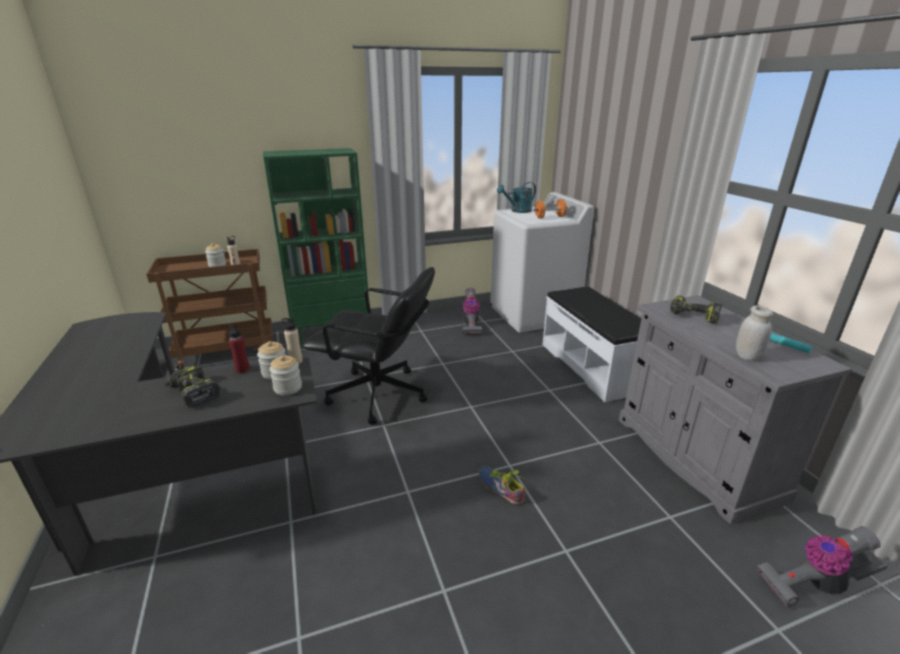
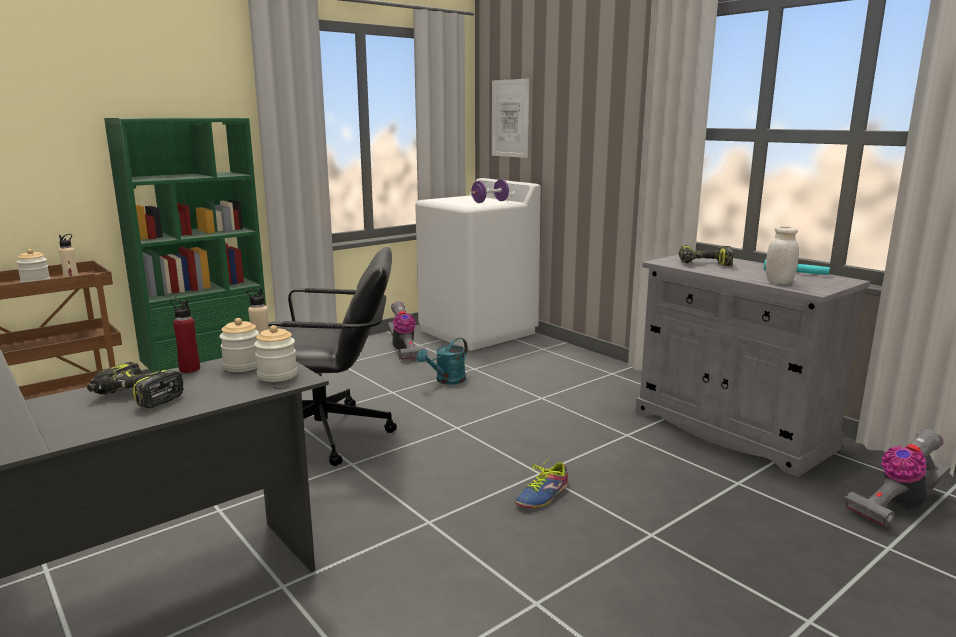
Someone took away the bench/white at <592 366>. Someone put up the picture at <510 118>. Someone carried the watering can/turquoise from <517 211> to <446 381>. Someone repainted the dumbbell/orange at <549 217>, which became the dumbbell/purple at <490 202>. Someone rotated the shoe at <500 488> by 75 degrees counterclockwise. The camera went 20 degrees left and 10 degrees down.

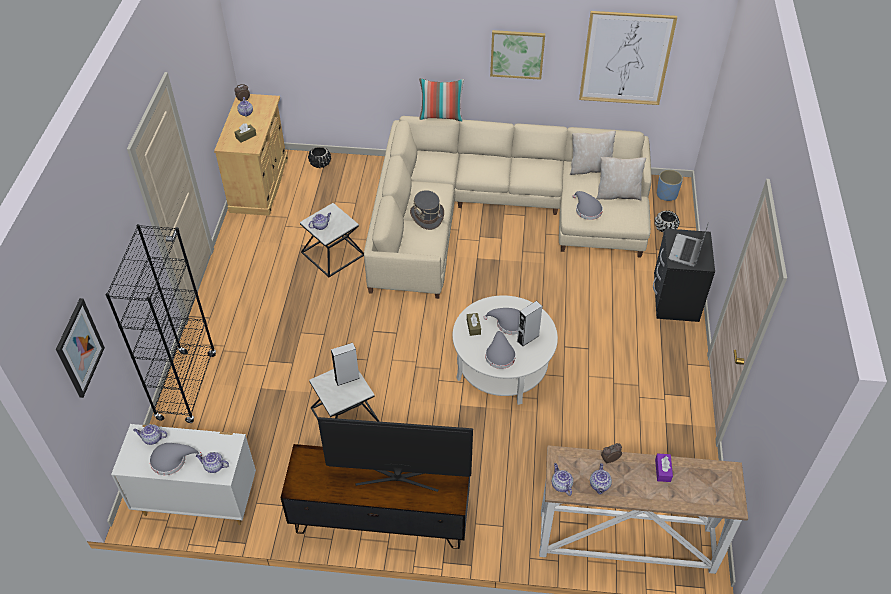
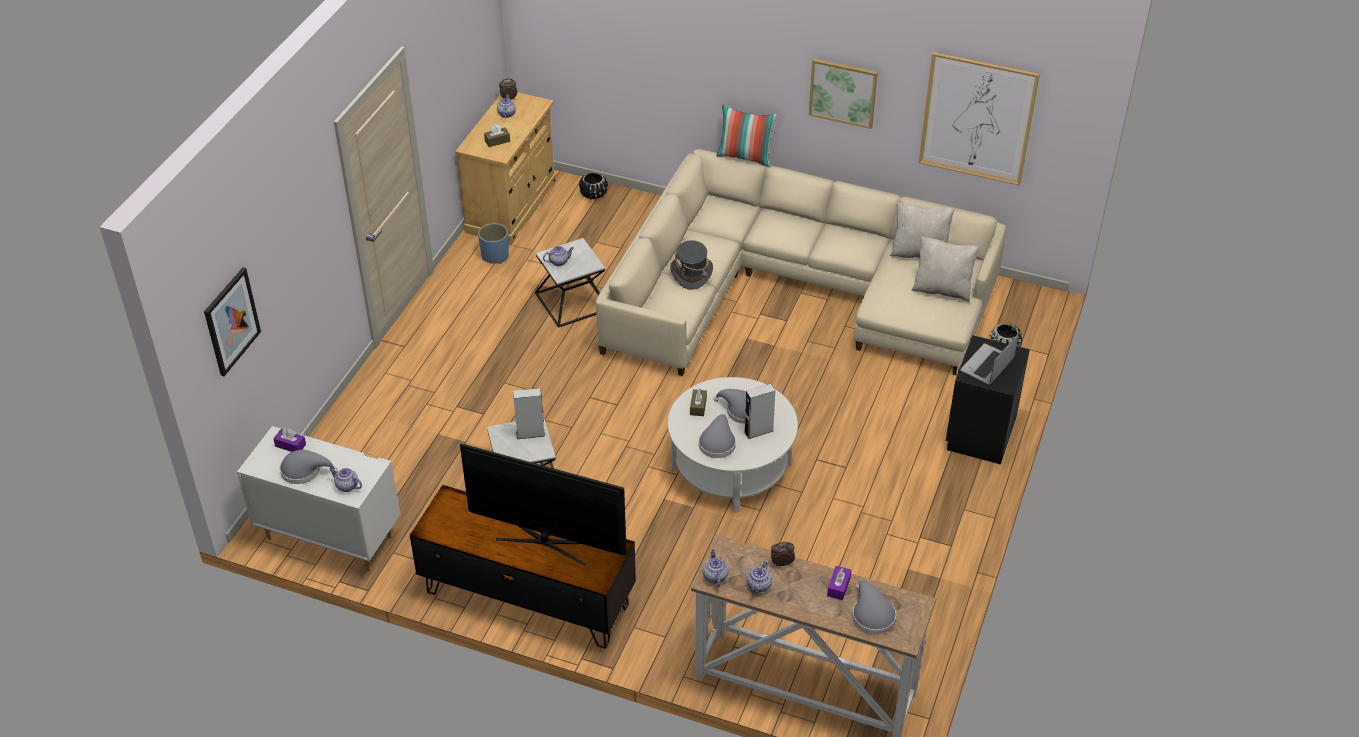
Someone took away the bookcase/black at <187 387>. Someone carried the hat/grey from <587 210> to <871 614>. Someone carried the planter/blue from <666 194> to <495 256>. Someone swapped the teapot at <152 438> for the tissue box/purple at <290 445>. The camera went 15 degrees right and 5 degrees down.

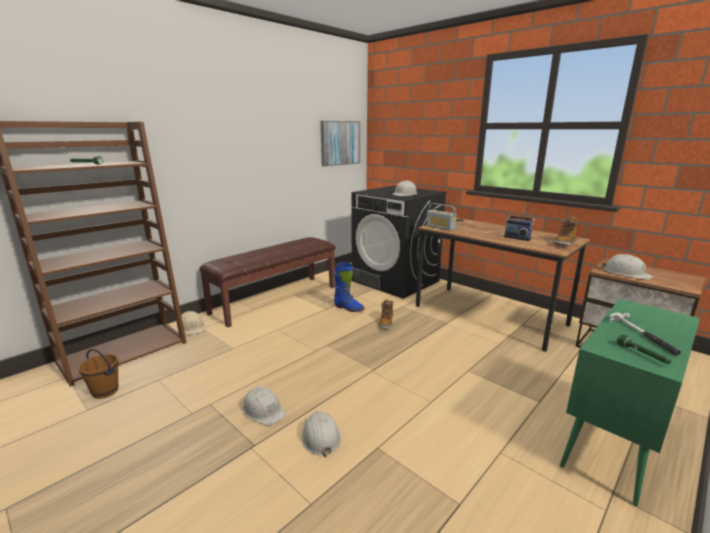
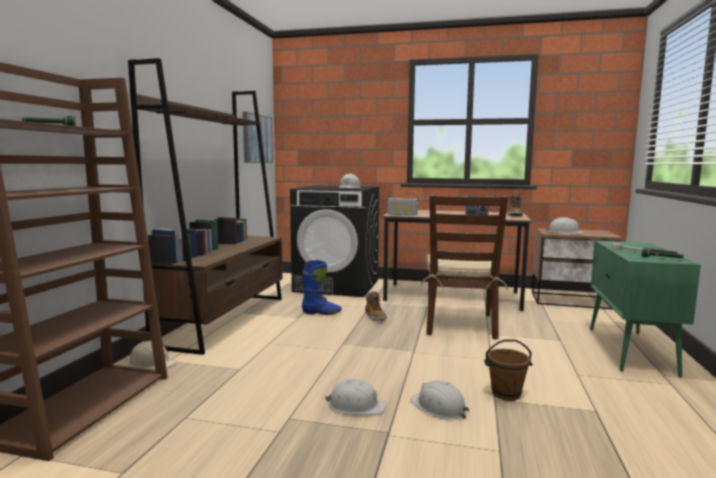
Someone put down the chair/brown at <460 324>. Someone carried the bucket/brown from <105 392> to <506 394>. Someone swapped the bench/brown at <275 299> for the bookcase/brown at <225 319>. The camera went 30 degrees left and 10 degrees down.

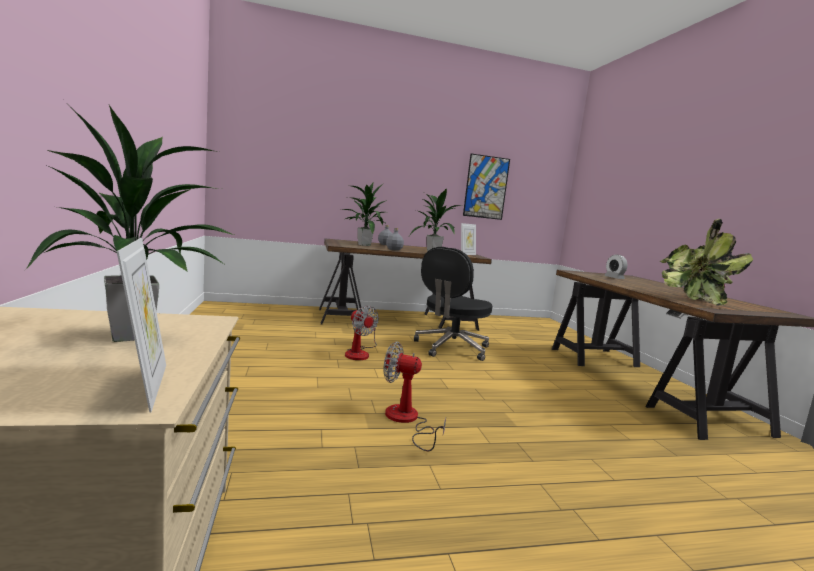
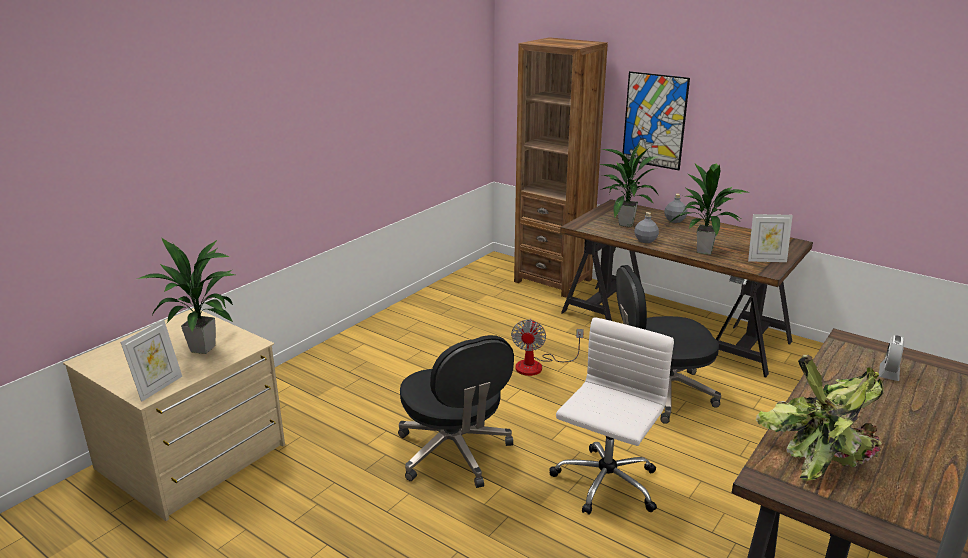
Someone put down the bookcase/brown at <553 280>. Someone put down the office chair/white at <605 484>. Someone carried the picture from <486 187> to <654 120>. Someone swapped the fan at <406 421> for the office chair/black at <454 453>. The camera went 50 degrees right and 15 degrees up.

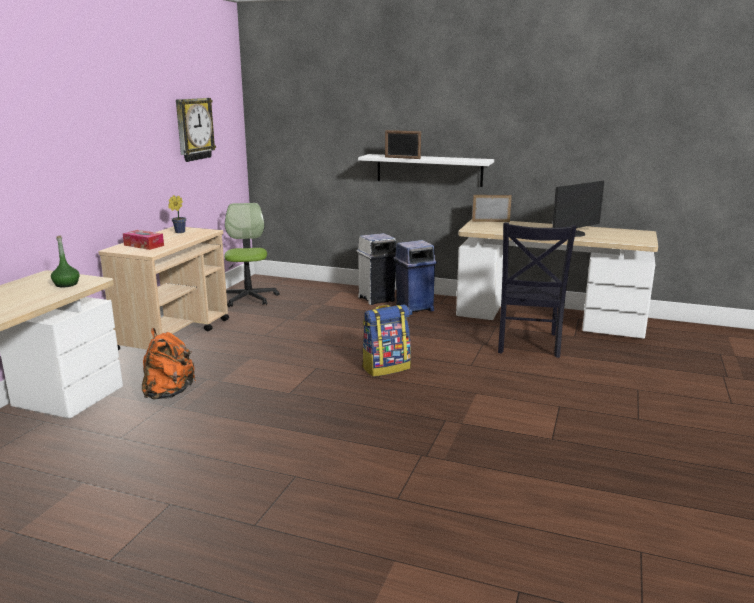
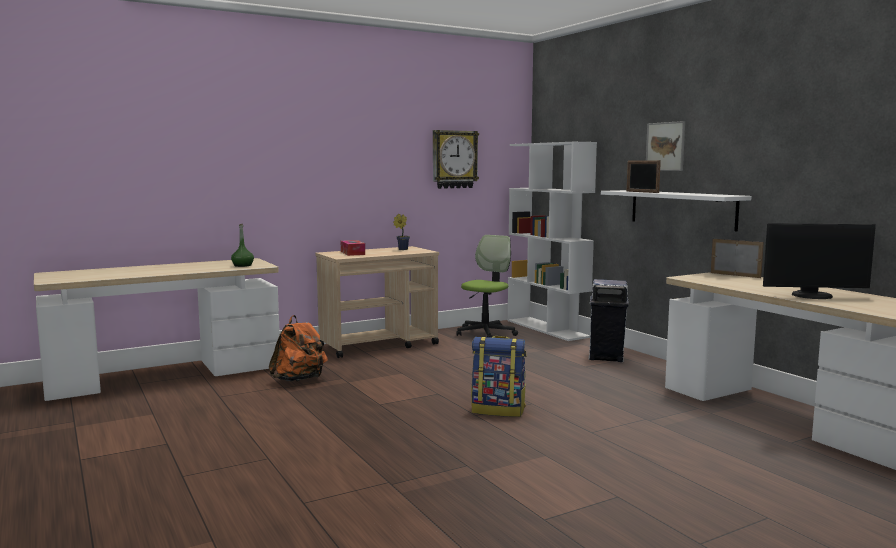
Someone took away the trash can/blue at <414 308>. Someone took away the chair/black at <527 344>. Someone put down the bookcase/white at <547 328>. Someone put up the picture at <665 146>. The camera went 40 degrees right and 10 degrees down.

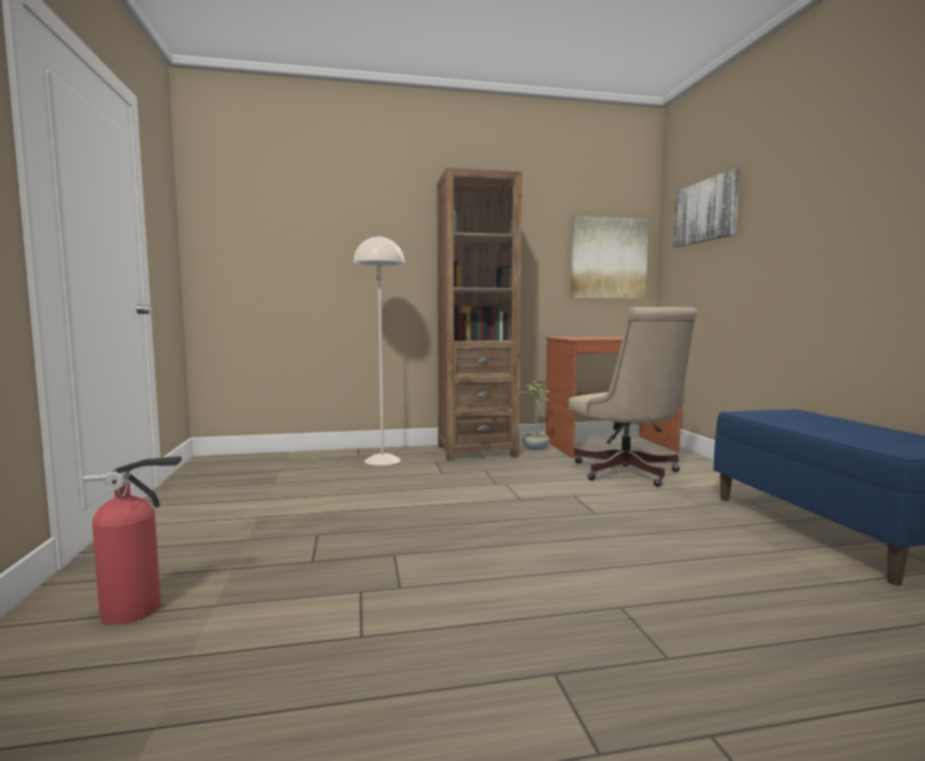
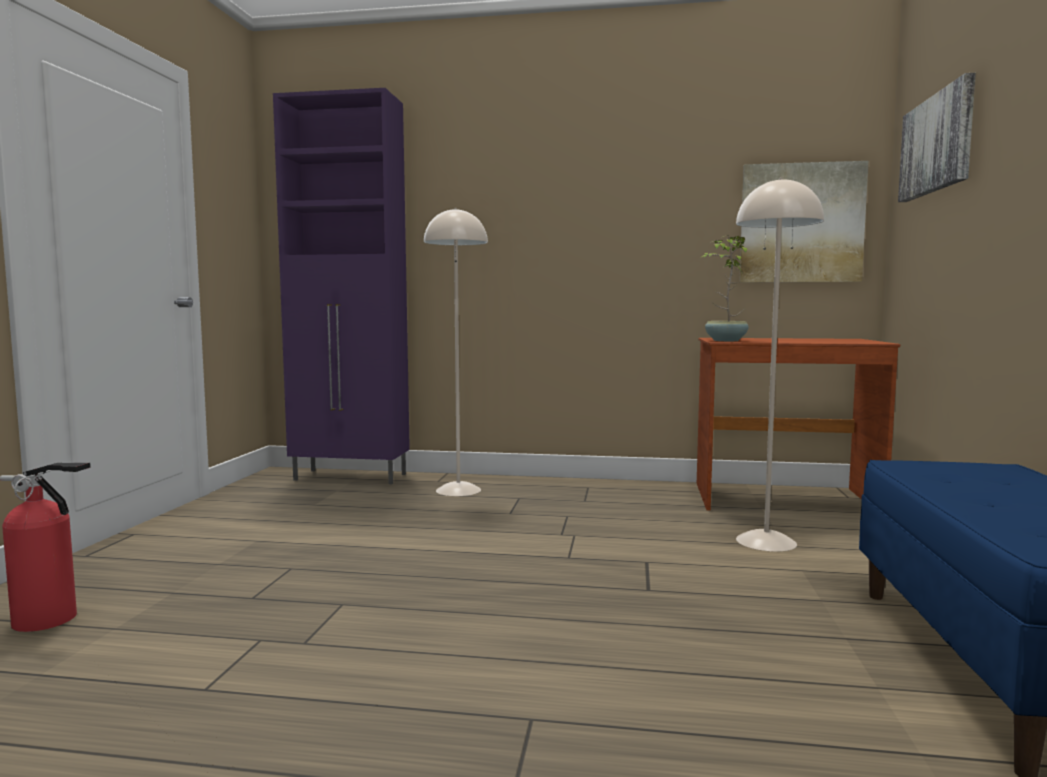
Someone took away the bookcase/brown at <476 451>. Someone put down the cabinet/purple at <351 477>. Someone carried the potted plant from <534 448> to <725 340>. Someone swapped the office chair/beige at <629 474> for the floor lamp/beige at <765 541>. The camera went 20 degrees right and 0 degrees up.

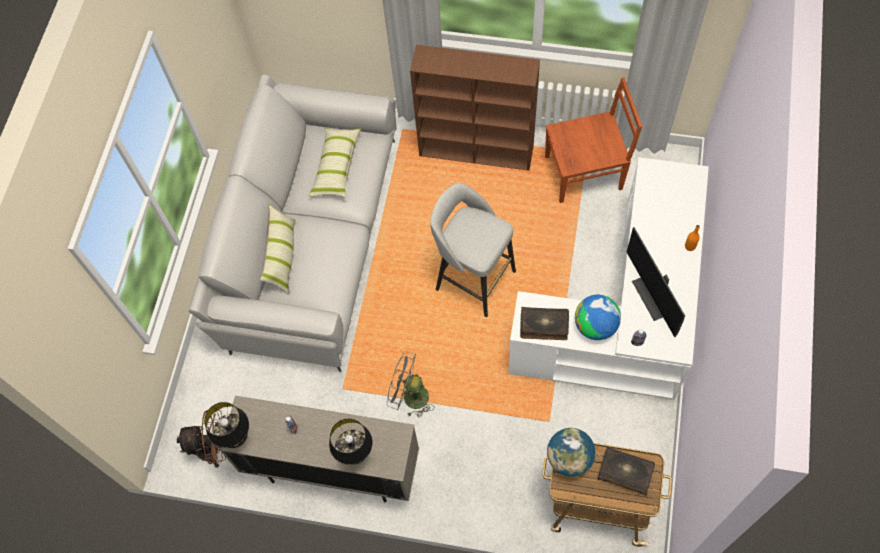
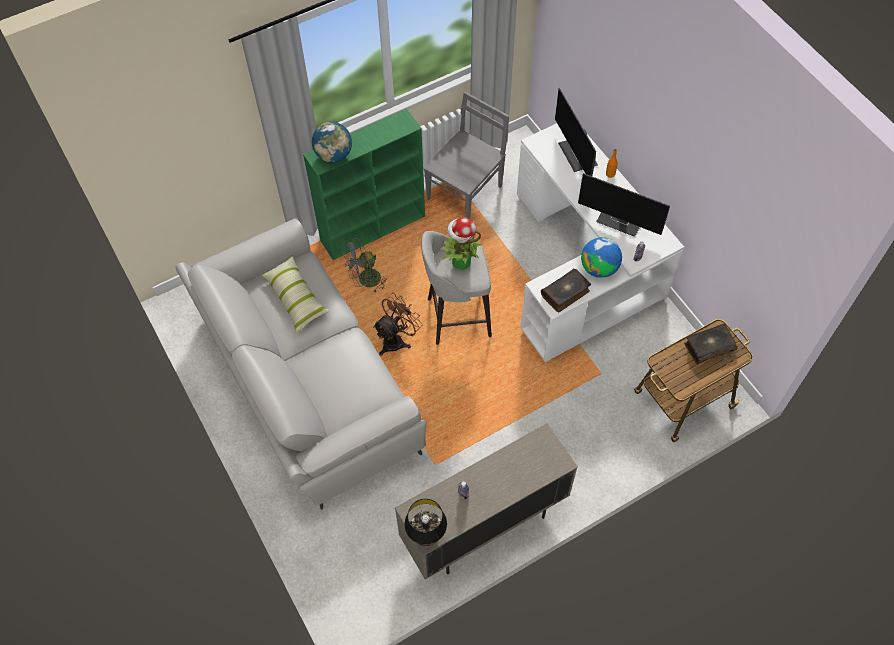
Someone took away the pillow at <282 257>. Someone took away the table lamp/black at <354 454>. Someone put down the potted plant at <460 262>. Someone put down the monitor at <578 155>. Someone carried the fan/brown from <214 450> to <397 340>. Someone carried the fan/grey from <410 396> to <365 281>. Someone carried the globe from <569 458> to <334 155>. Someone repainted the bookcase/brown at <477 151>, which became the bookcase/green at <374 228>. Someone repainted the chair/brown at <585 172>, which became the chair/grey at <466 191>. The camera went 45 degrees left and 5 degrees down.

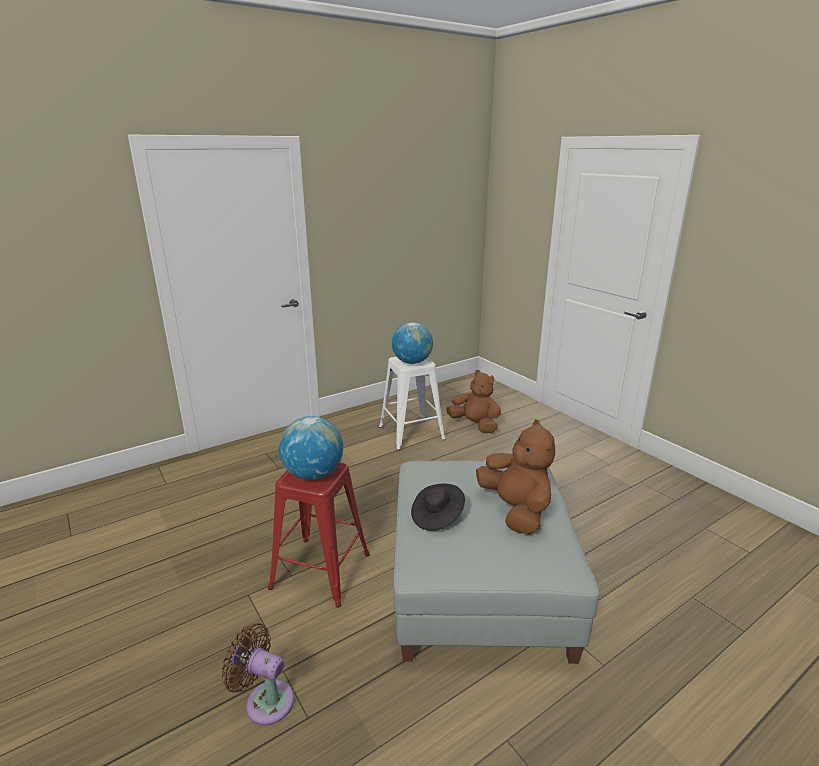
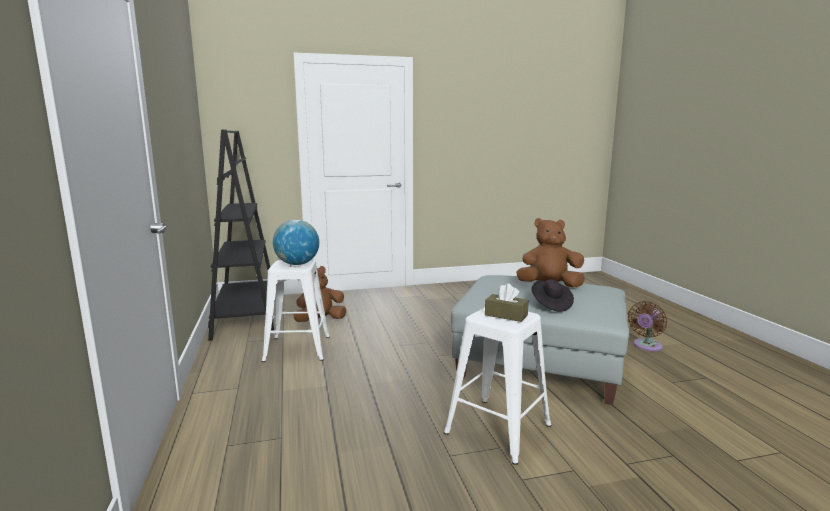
Someone put down the bookcase/black at <247 315>. Someone carried the fan/brown from <265 700> to <646 346>. Someone swapped the globe at <313 474> for the tissue box/brown at <506 315>. Someone repainted the stool/red at <320 569>, which became the stool/white at <496 429>. The camera went 70 degrees left and 10 degrees down.

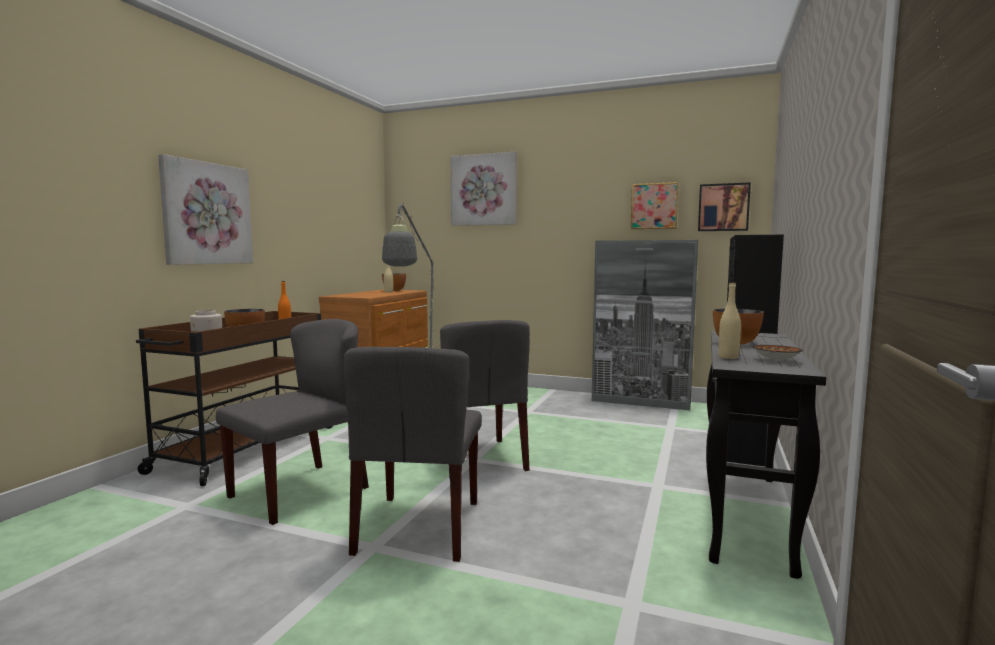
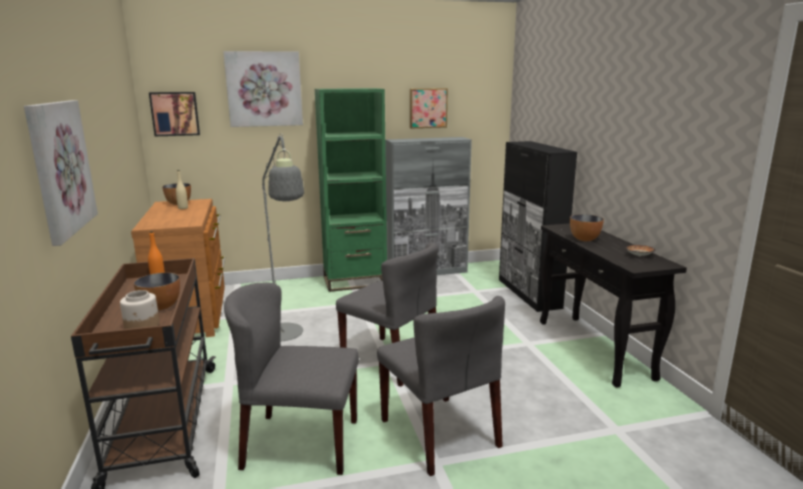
Someone took away the bottle/beige at <728 357>. Someone put down the bookcase/green at <355 281>. Someone carried the picture from <723 207> to <175 113>. Someone rotated the chair/grey at <299 491> by 90 degrees counterclockwise. The camera went 35 degrees left and 10 degrees up.

